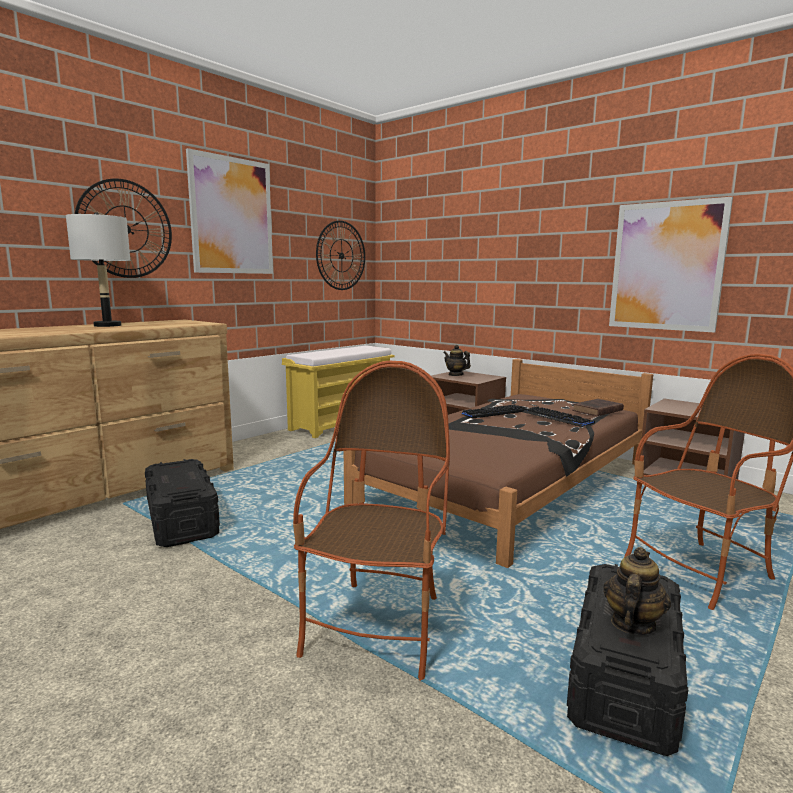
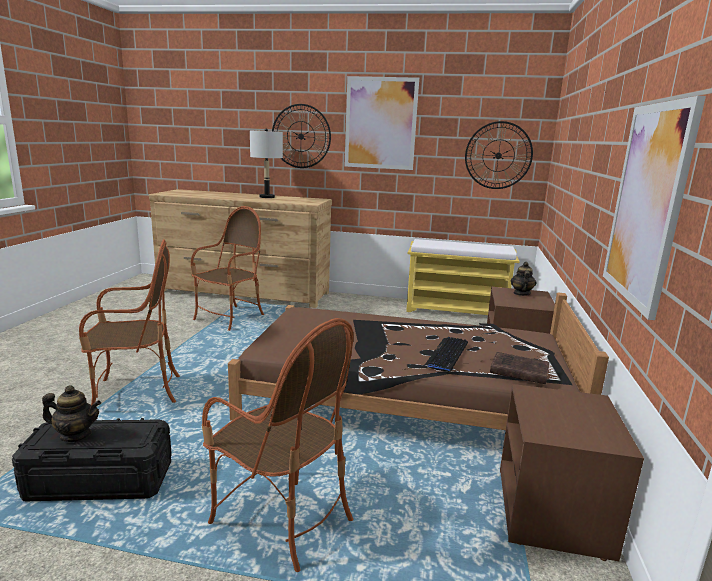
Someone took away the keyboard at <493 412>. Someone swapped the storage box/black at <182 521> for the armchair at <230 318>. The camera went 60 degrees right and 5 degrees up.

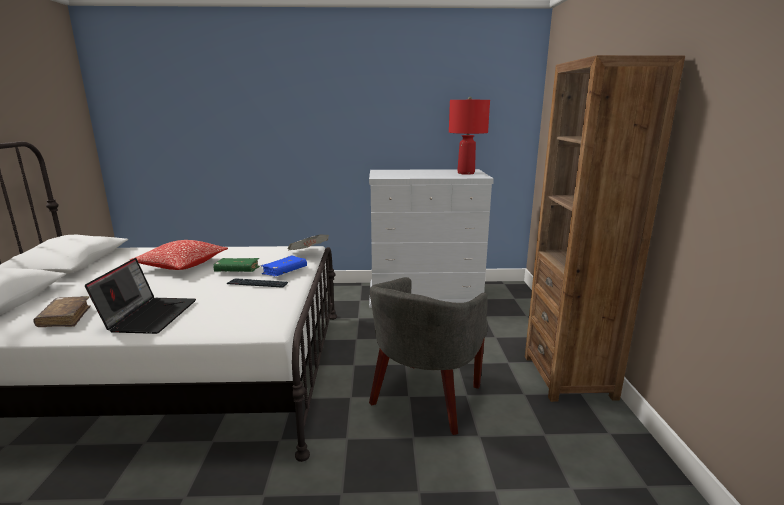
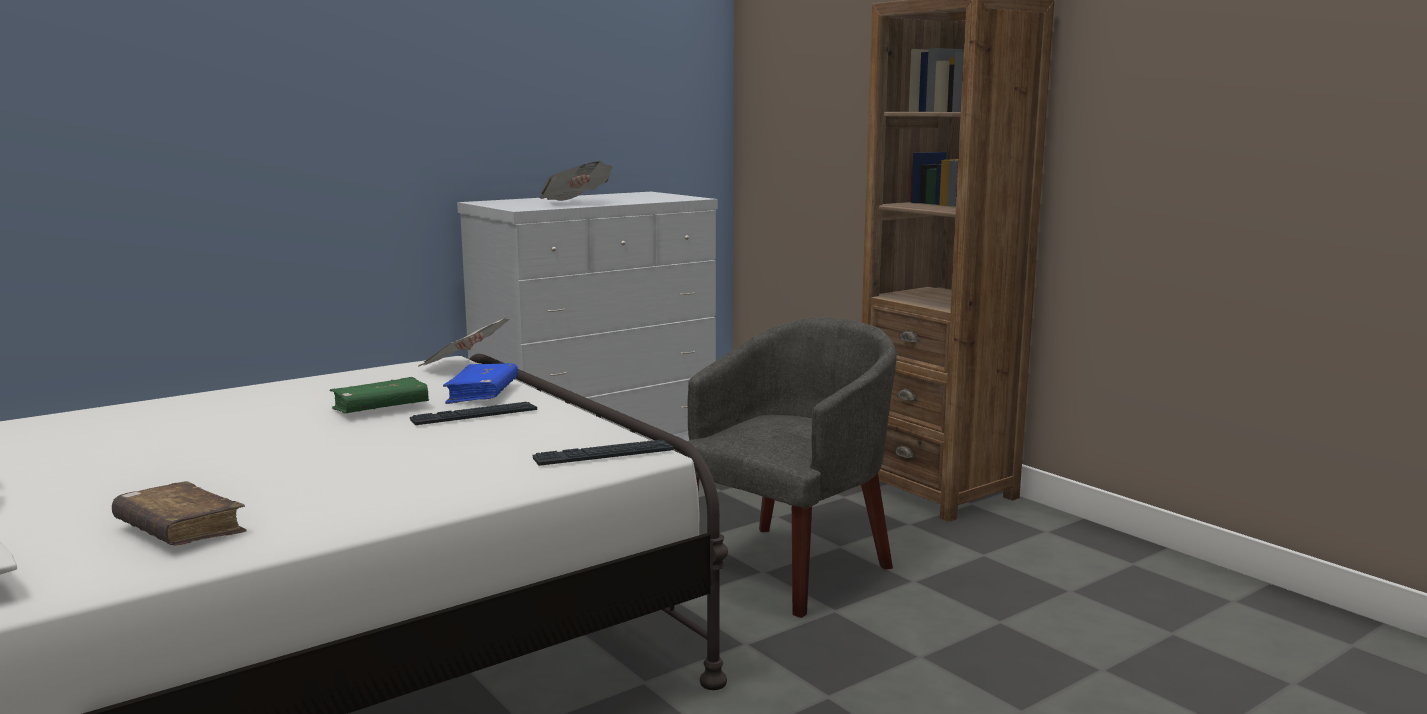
Someone took away the laptop at <149 315>. Someone took away the pillow at <182 265>. Someone took away the table lamp/red at <465 173>. Someone put down the keyboard at <603 455>. Someone put down the newspaper at <576 203>. Someone rotated the armchair/grey at <425 398> by 135 degrees counterclockwise. The camera went 35 degrees left and 5 degrees down.

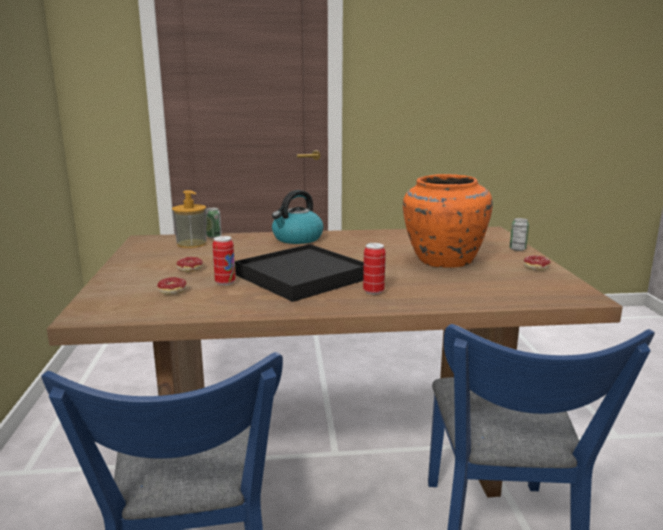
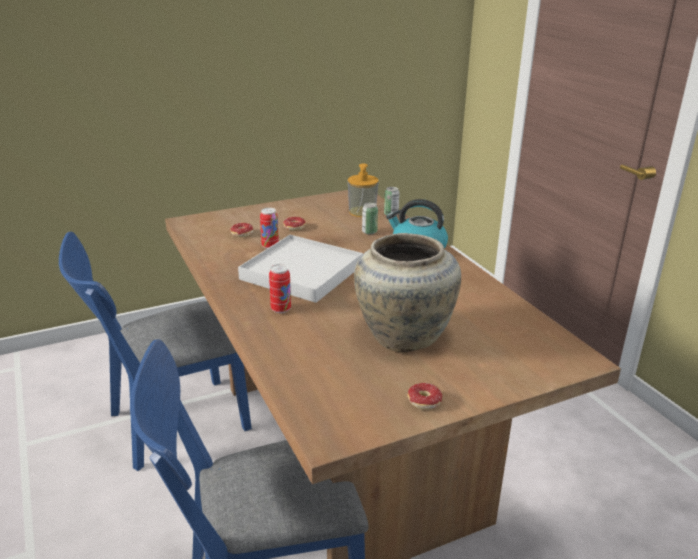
Someone carried the can from <517 249> to <369 232>. Someone repainted the tray/black at <302 277>, which became the tray/white at <302 272>. Someone repainted the vase/orange at <442 261>, which became the vase/beige at <403 335>. The camera went 70 degrees right and 10 degrees up.

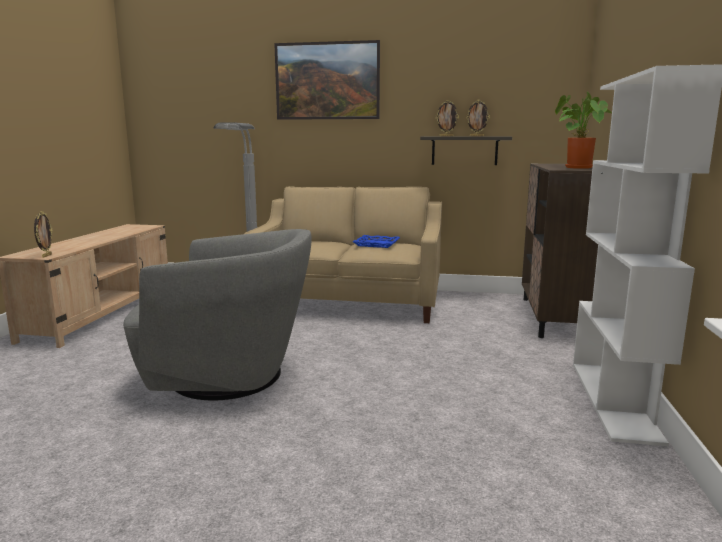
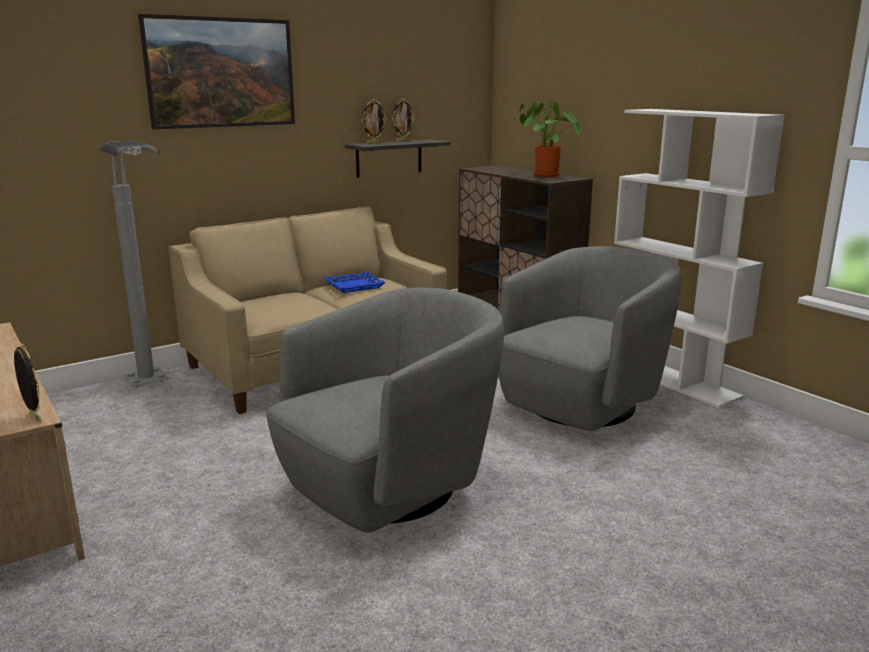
Someone put down the armchair/grey at <582 403>. The camera went 45 degrees left and 5 degrees up.

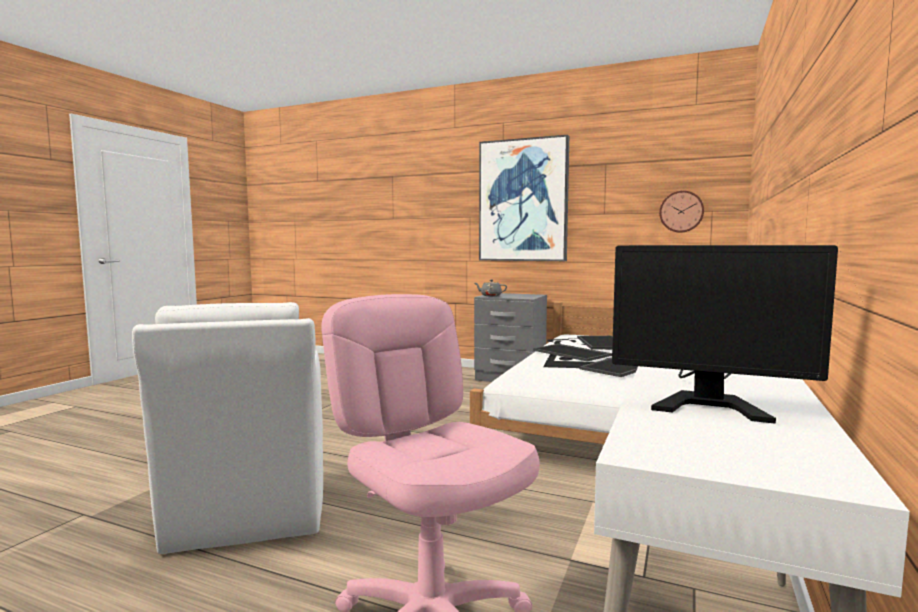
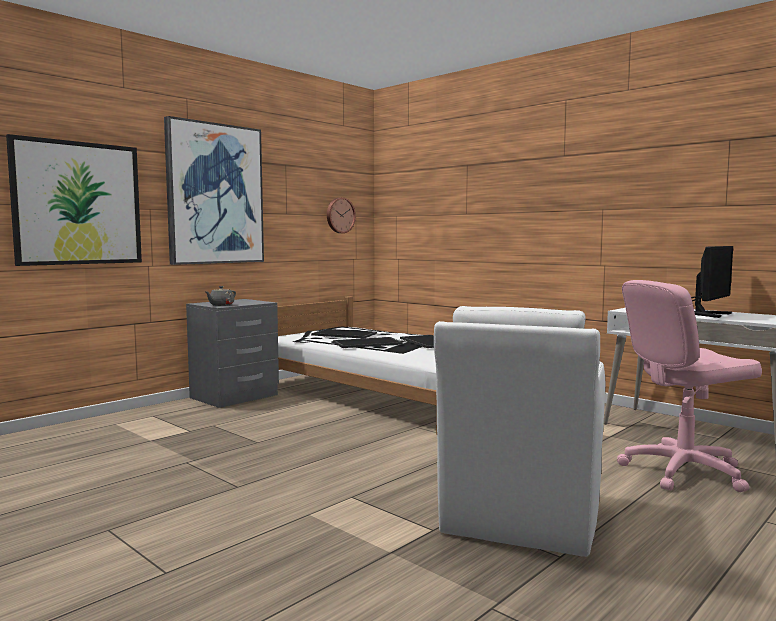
Someone put up the picture at <78 203>. Someone rotated the armchair/white at <248 512> by 105 degrees clockwise. The camera went 70 degrees left and 0 degrees up.

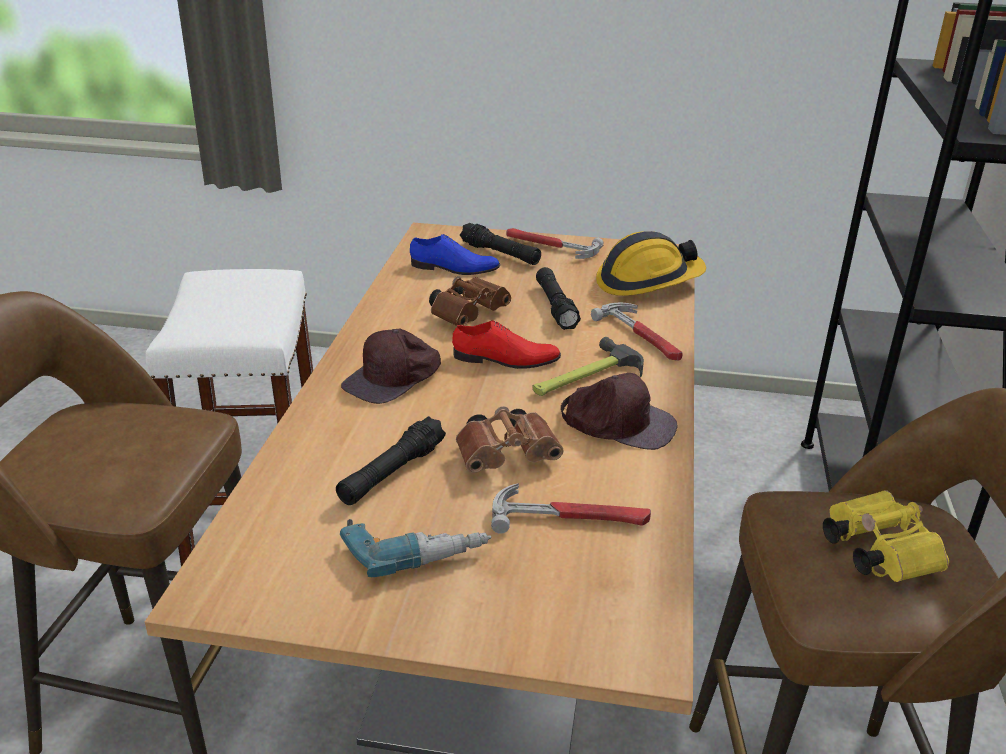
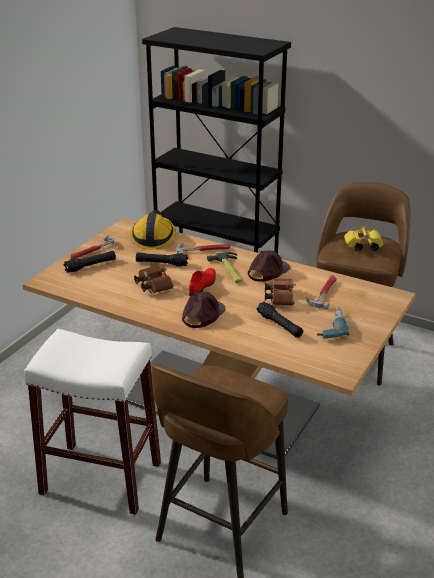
Someone took away the shoe/blue at <454 268>. Someone rotated the cap/brown at <394 377> by 120 degrees counterclockwise. The camera went 70 degrees left and 0 degrees up.

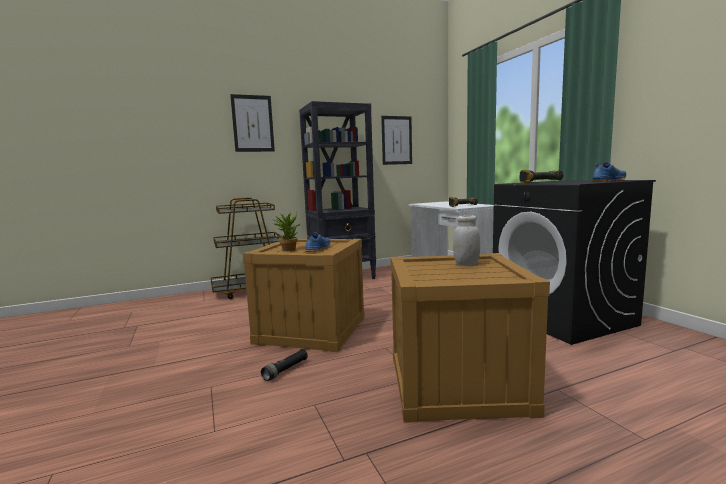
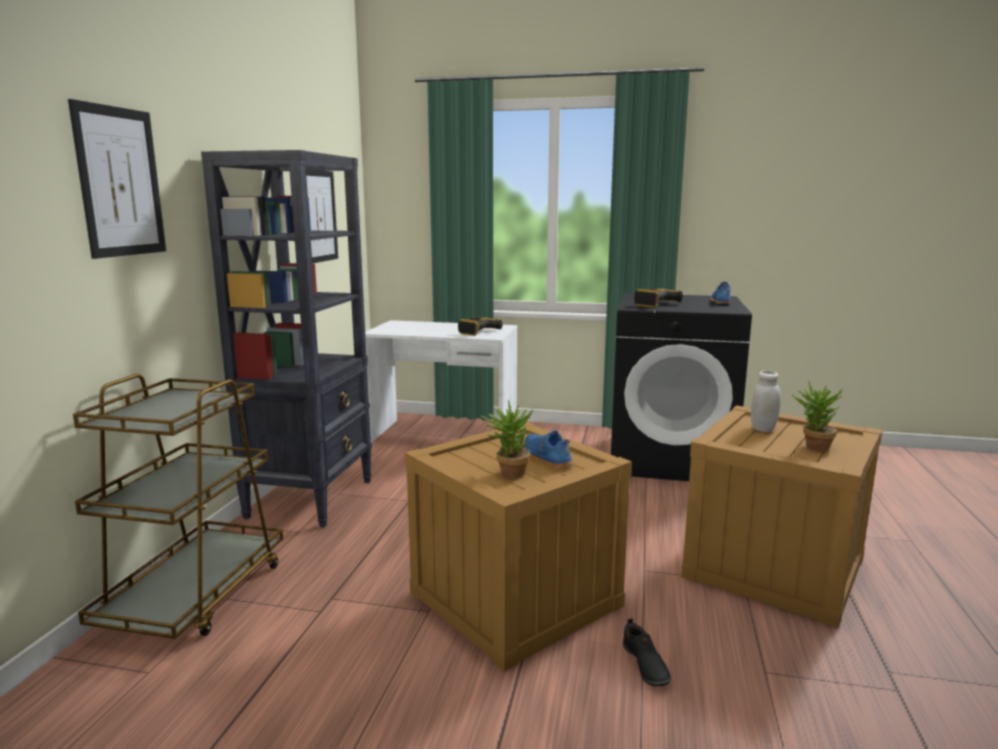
Someone put down the potted plant at <812 447>. Someone swapped the flashlight/black at <285 370> for the shoe/black at <645 665>. The camera went 55 degrees left and 5 degrees up.

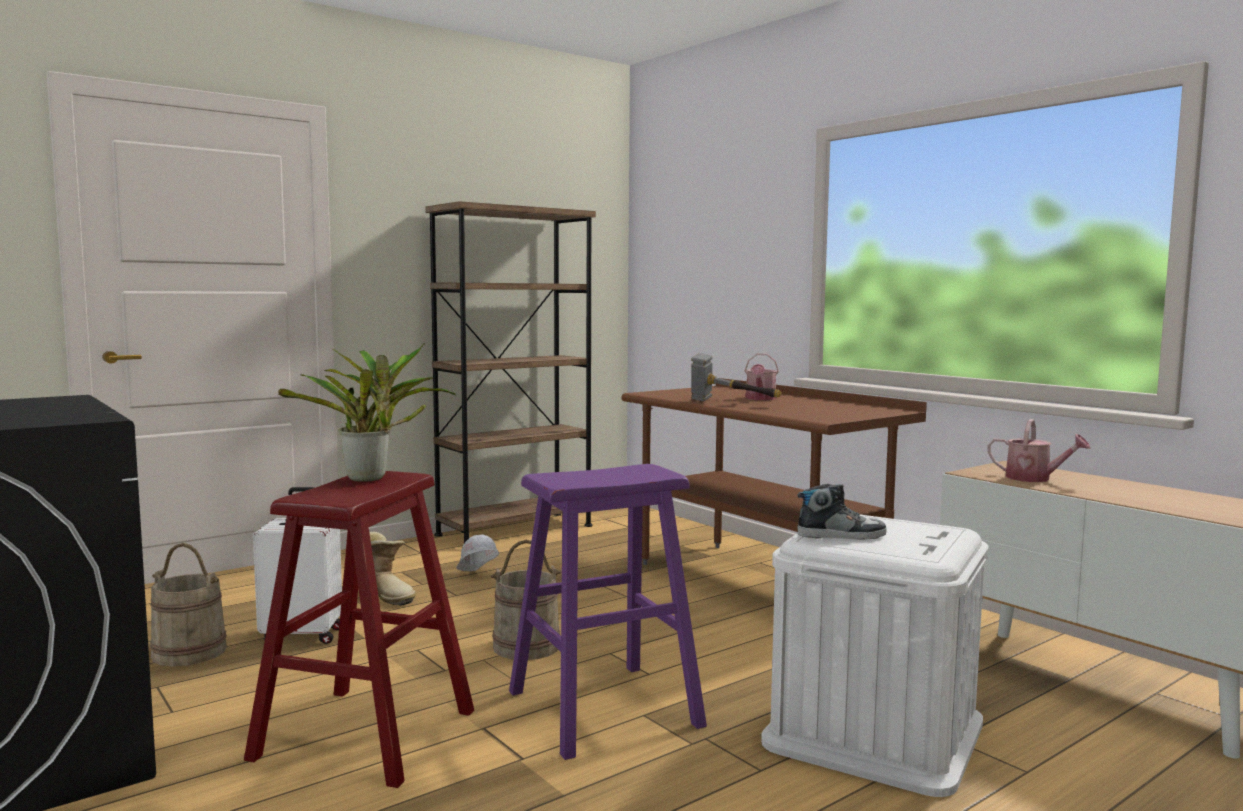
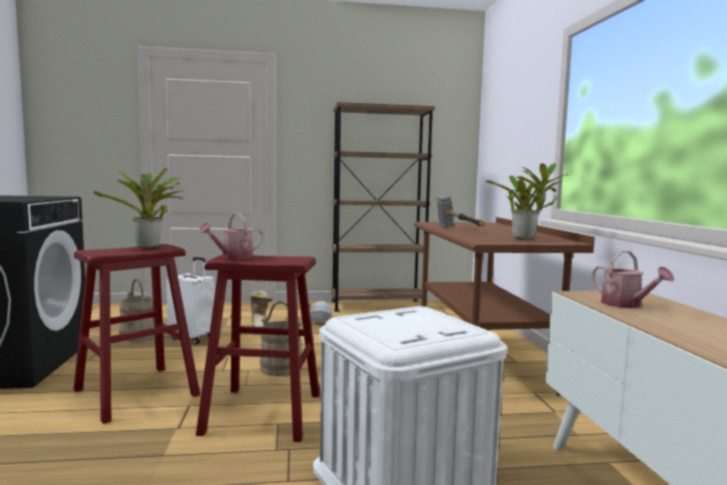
Someone took away the shoe at <841 535>. Someone put down the potted plant at <526 238>. Someone carried the watering can from <760 399> to <233 257>. Someone repainted the stool/purple at <603 708>, which became the stool/red at <263 413>. The camera went 30 degrees right and 0 degrees up.

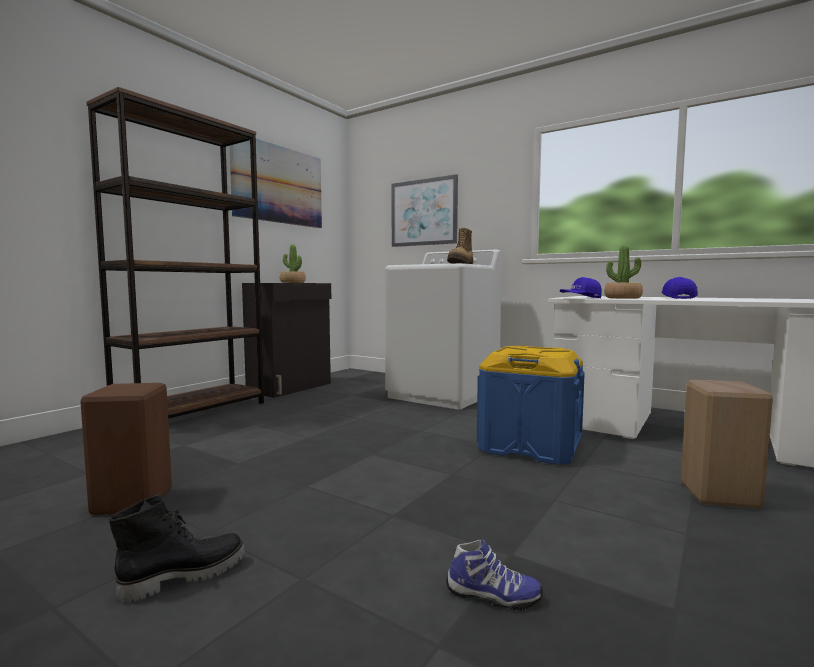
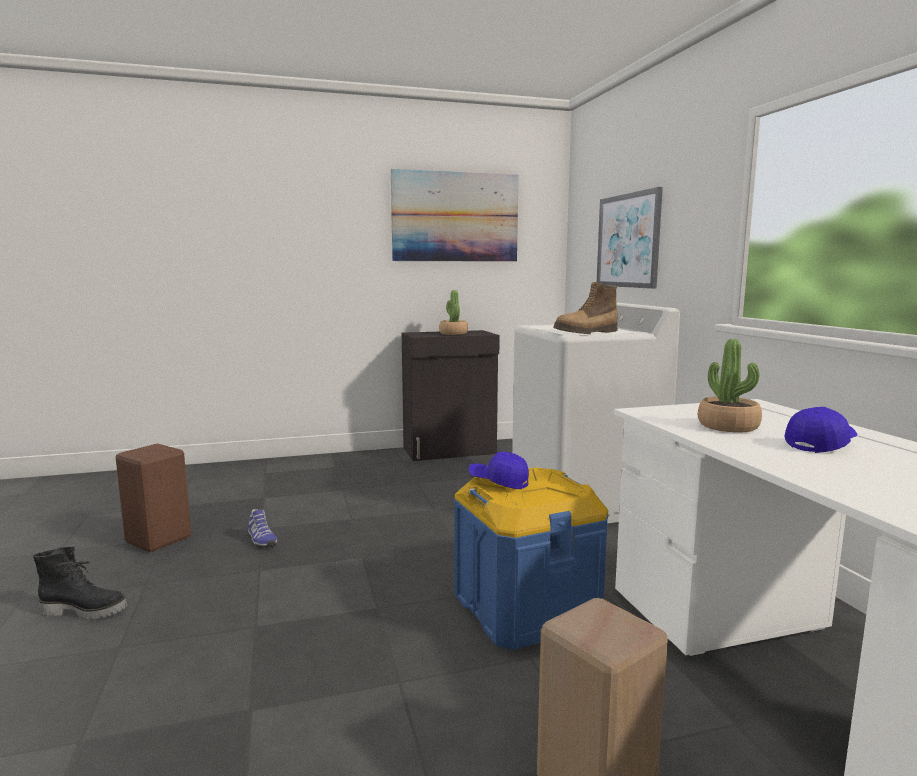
Someone took away the bookcase/brown at <193 412>. Someone carried the shoe from <493 596> to <261 541>. Someone carried the cap/blue from <580 298> to <498 482>. The camera went 40 degrees right and 5 degrees up.

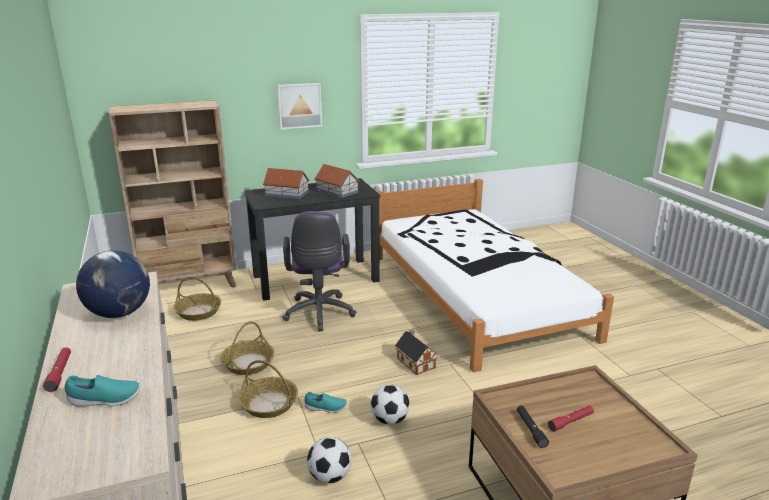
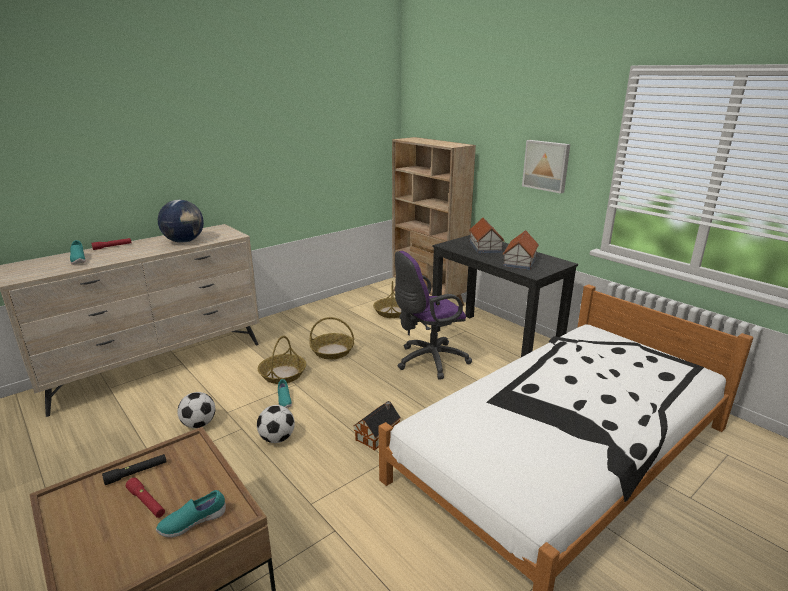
Someone put down the shoe/turquoise at <193 523>. The camera went 70 degrees right and 0 degrees up.

